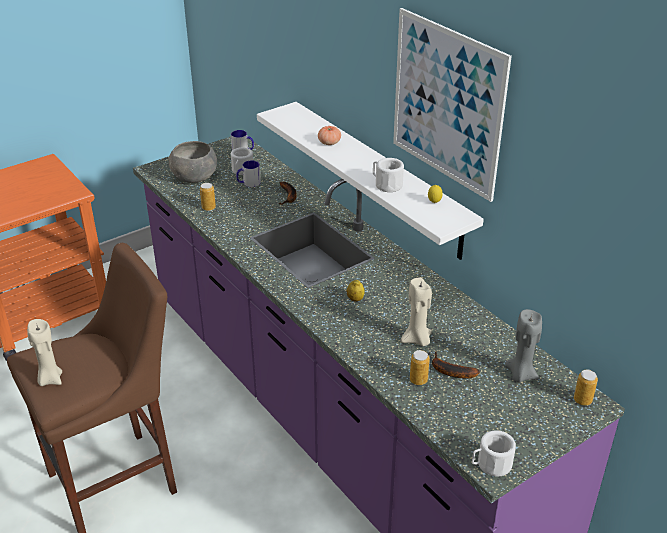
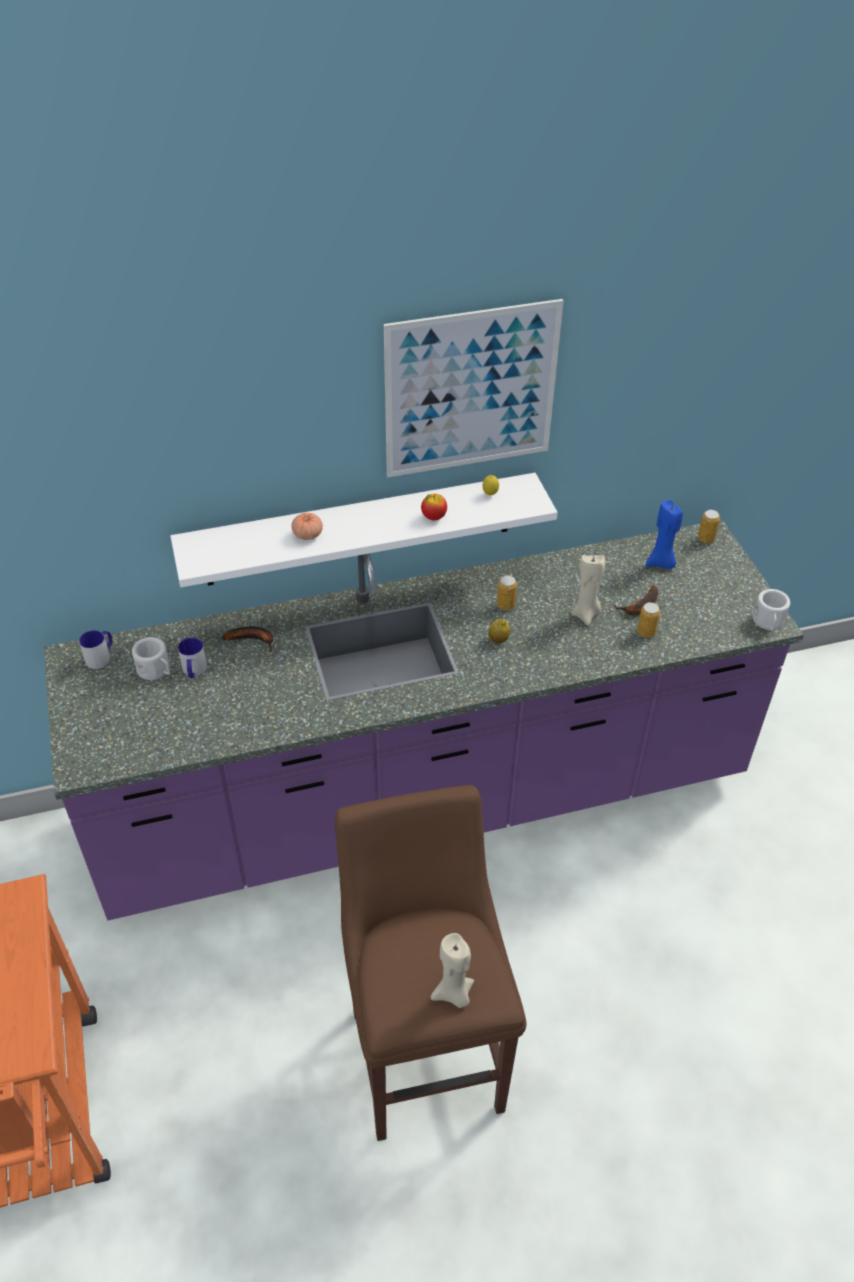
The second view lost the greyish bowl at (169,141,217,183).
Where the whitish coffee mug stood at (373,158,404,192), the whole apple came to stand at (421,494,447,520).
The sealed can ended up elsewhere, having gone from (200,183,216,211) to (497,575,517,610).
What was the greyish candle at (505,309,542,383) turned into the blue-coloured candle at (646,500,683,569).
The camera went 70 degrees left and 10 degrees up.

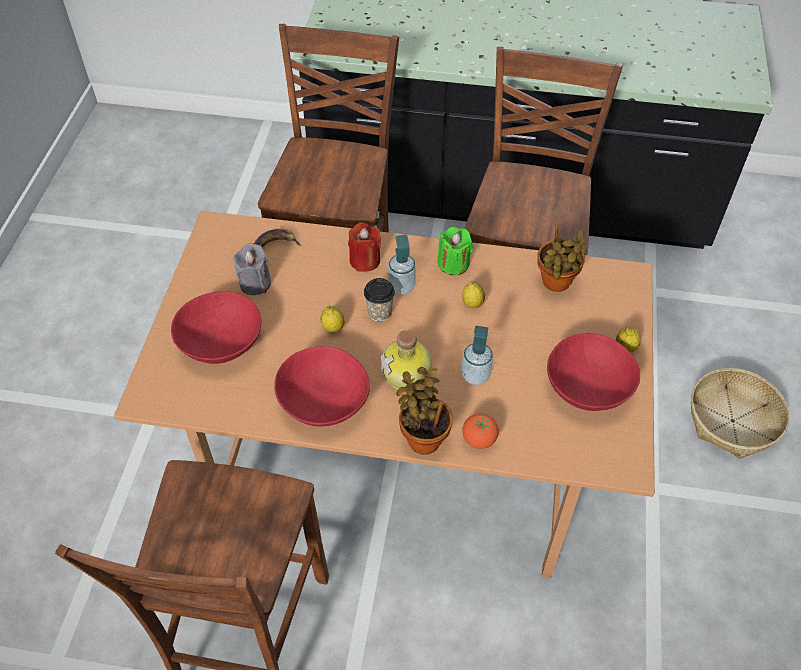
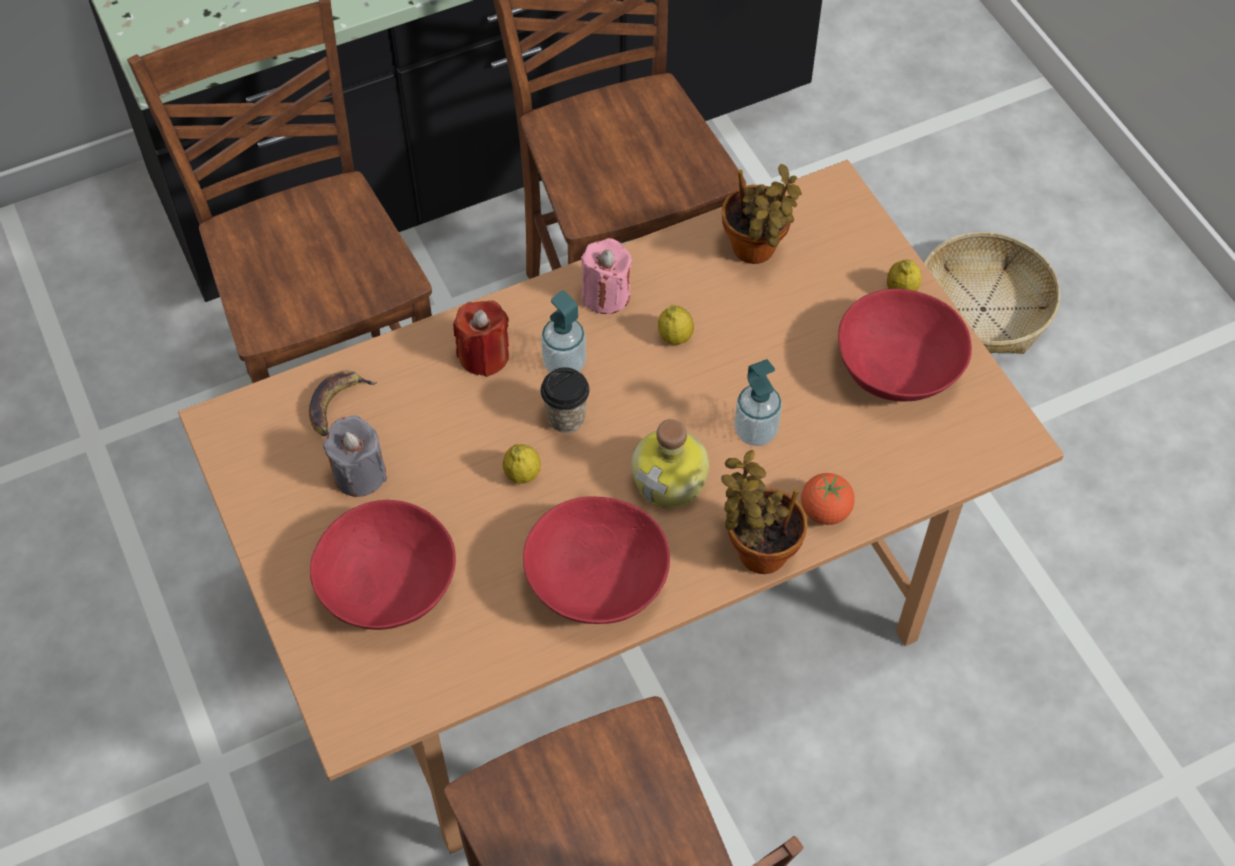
What was the green candle at (437,227,473,275) turned into the pink candle at (581,238,632,314).
The camera went 35 degrees left and 5 degrees up.

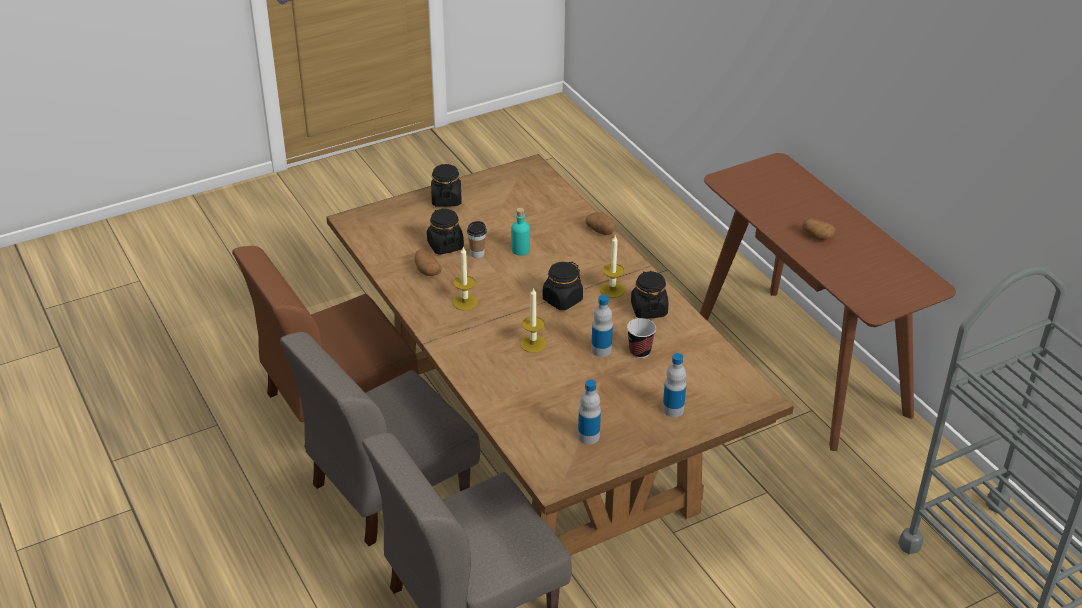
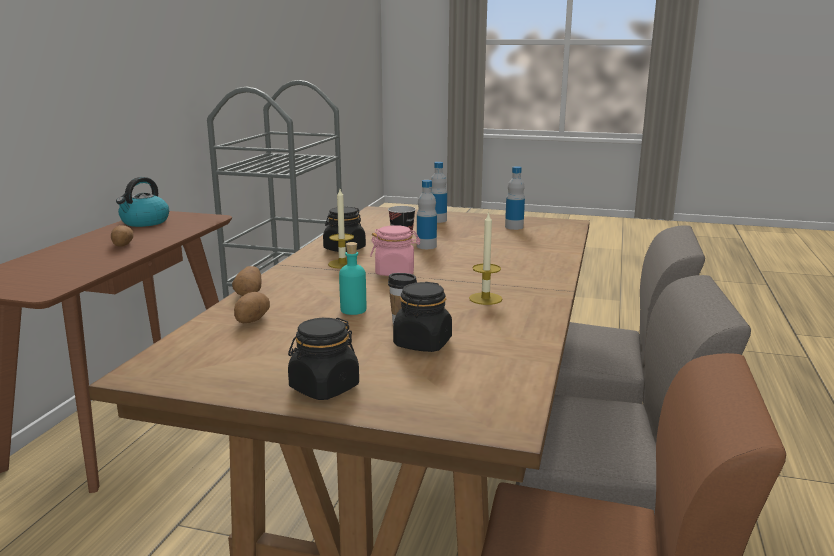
The spud ended up elsewhere, having gone from (414,250,442,276) to (234,292,270,323).
What was the black-coloured storage jar at (543,262,583,310) turned into the pink storage jar at (370,225,420,276).
The second view lost the candle at (520,287,547,353).
The second view gained the kettle at (116,177,169,227).
The camera went 135 degrees left and 20 degrees down.

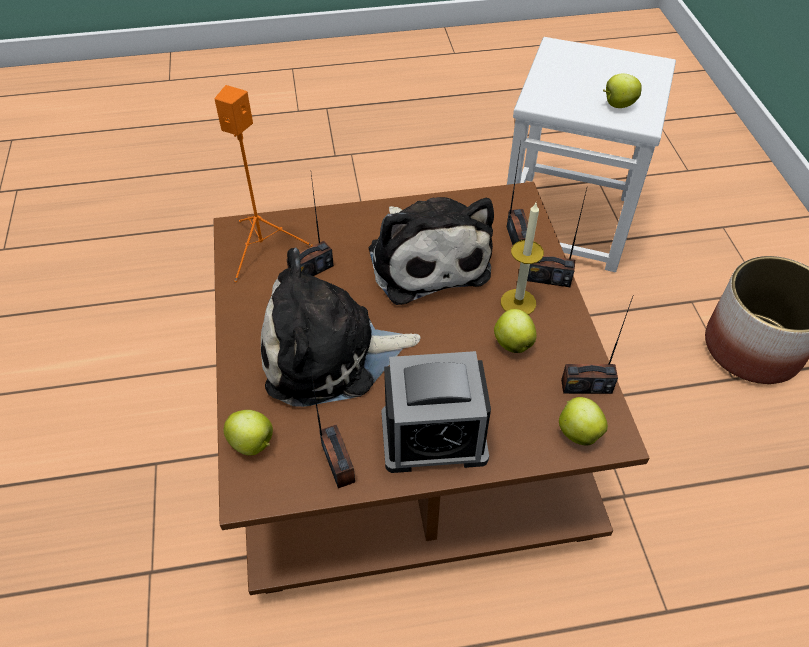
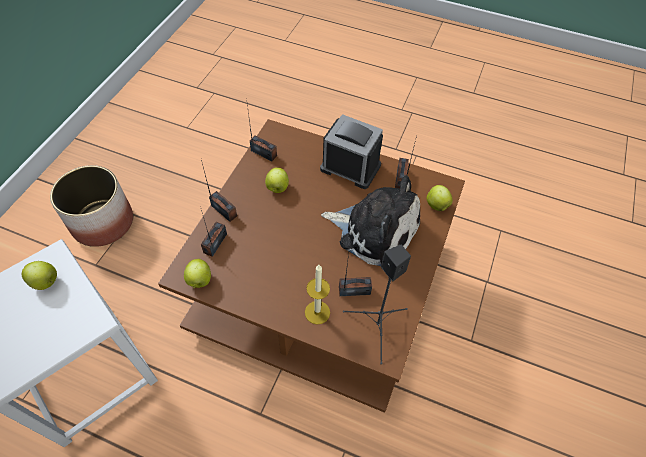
What was the orange speaker at (214,85,313,282) turned into the black-coloured speaker at (343,244,411,365).
The second view lost the plush toy at (369,197,494,305).
The candle ended up elsewhere, having gone from (501,203,544,315) to (305,265,330,325).
The whole apple ended up elsewhere, having gone from (559,397,608,445) to (184,259,211,288).
The camera went 150 degrees left and 5 degrees up.

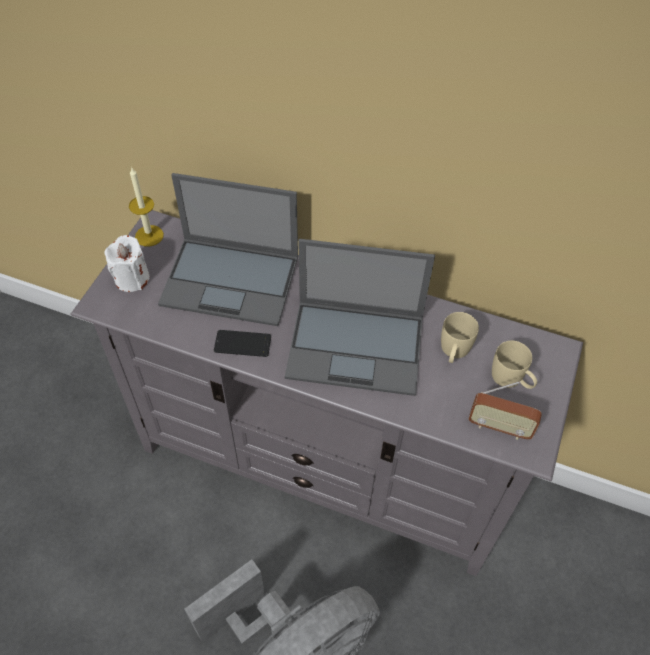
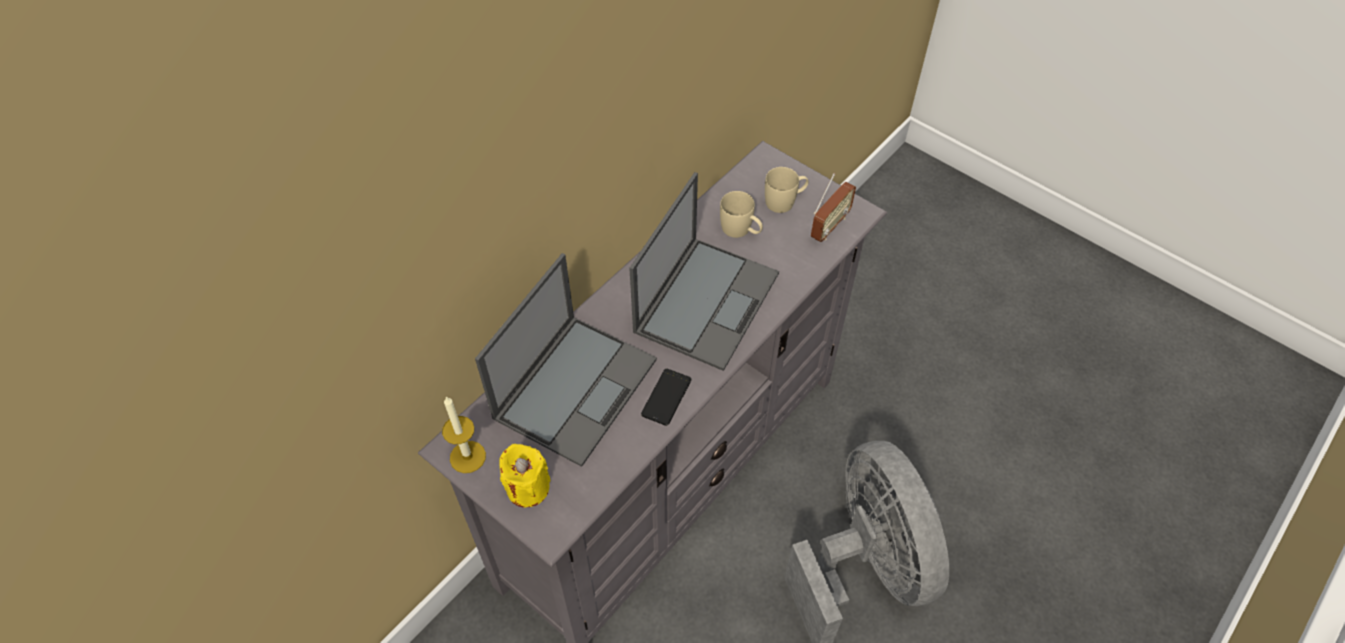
What was the whitish candle at (104,235,149,292) turned into the yellowish candle at (499,444,551,507).
The camera went 70 degrees left and 0 degrees up.

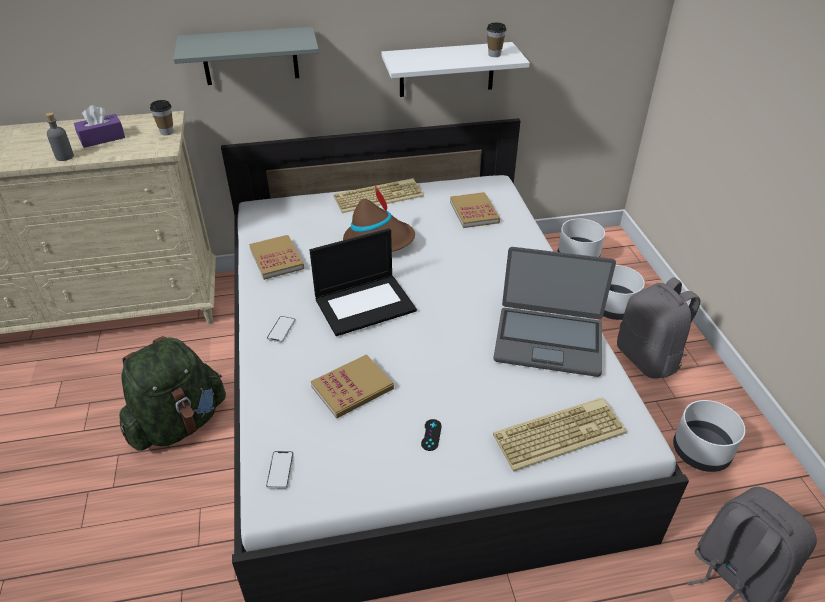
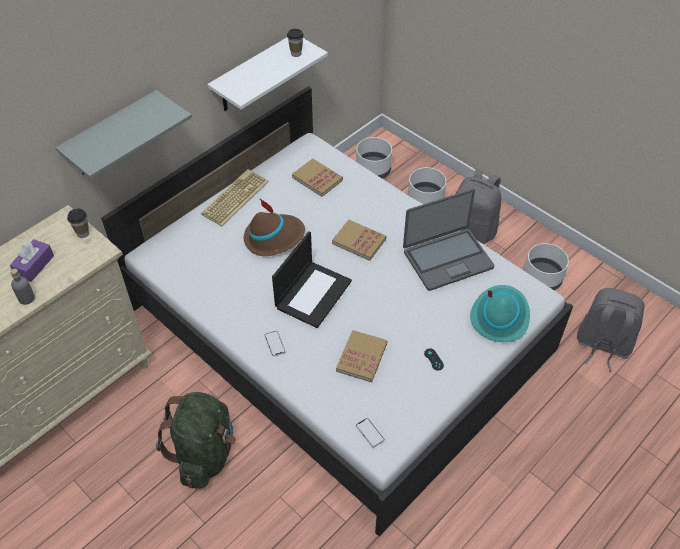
The bound book ended up elsewhere, having gone from (249,235,304,280) to (332,220,386,261).
Where the PC keyboard stood at (493,397,626,472), the blue-green clothing hat came to stand at (470,285,530,342).
The camera went 35 degrees left and 10 degrees up.

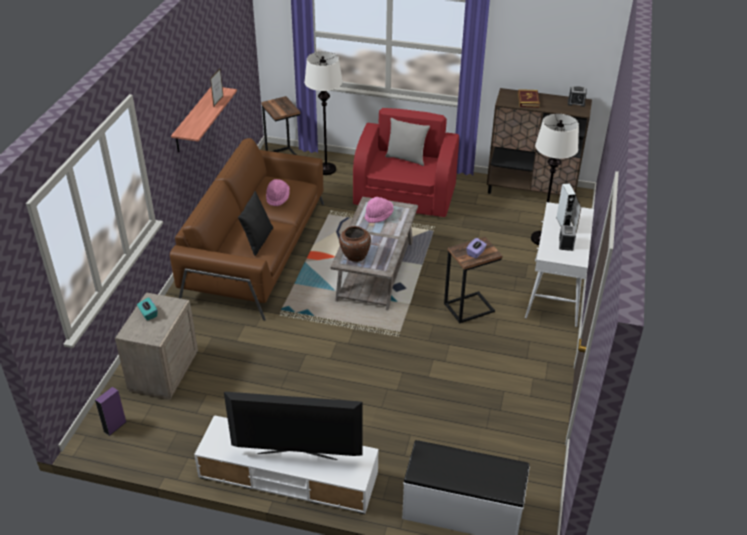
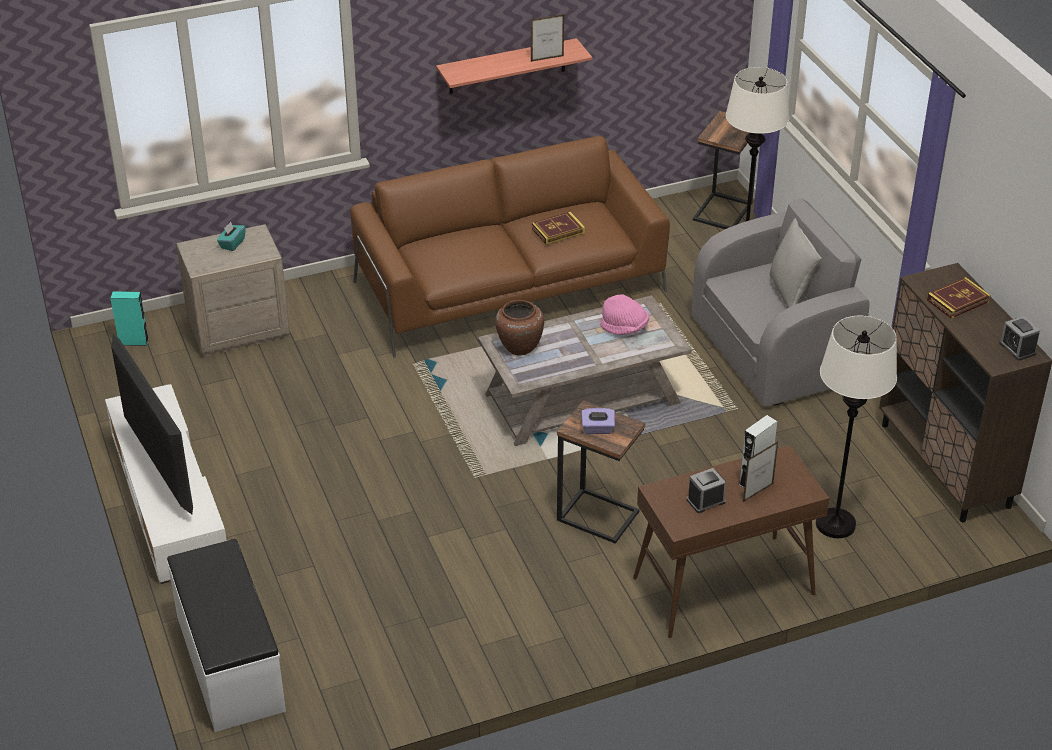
What was the red armchair at (353,108,459,217) turned into the greyish armchair at (691,198,869,406).
Where the pink clothing hat stood at (266,179,290,206), the bound book came to stand at (532,211,585,245).
The second view lost the black-coloured pillow at (238,191,273,256).
What was the whitish console table at (525,202,594,327) turned into the brownish console table at (633,445,830,638).
What was the purple-coloured speaker at (95,387,126,436) turned into the blue-green speaker at (110,291,149,346).
The camera went 55 degrees right and 0 degrees up.

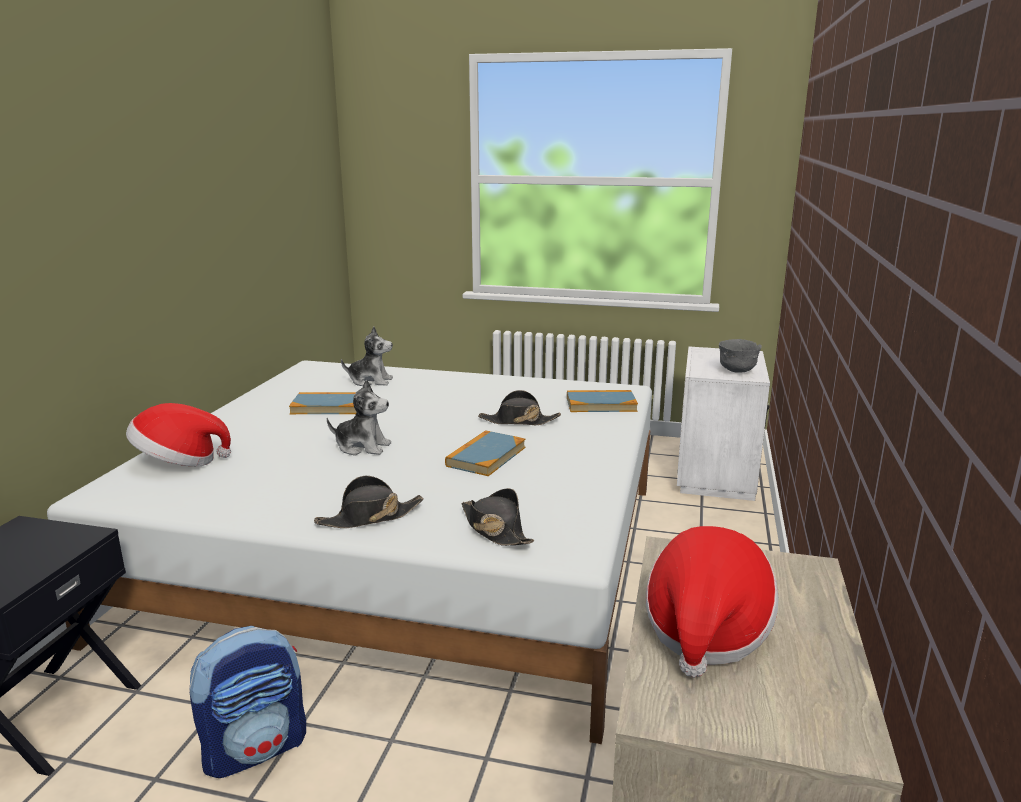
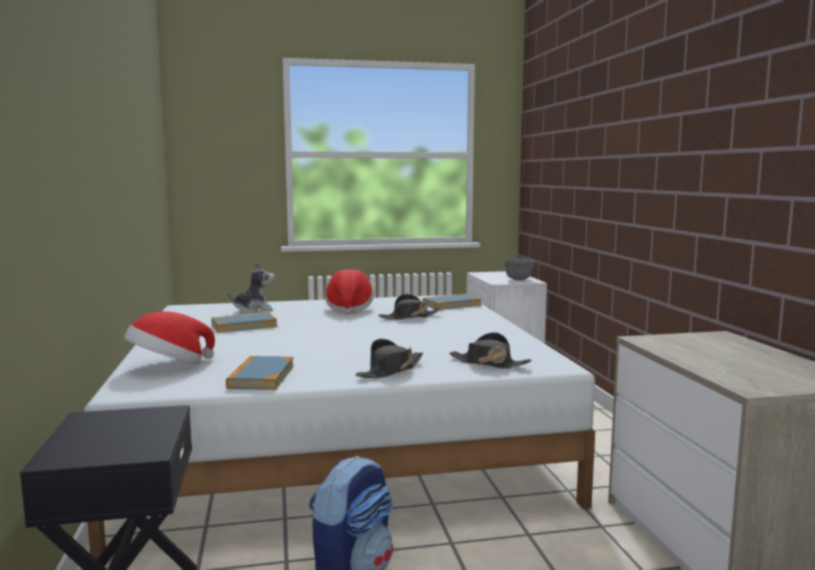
The second view lost the plush toy at (327,379,391,456).
The bound book ended up elsewhere, having gone from (445,430,525,476) to (226,356,294,390).
The clothing hat ended up elsewhere, having gone from (646,526,779,678) to (325,270,374,314).
The camera went 25 degrees left and 10 degrees down.

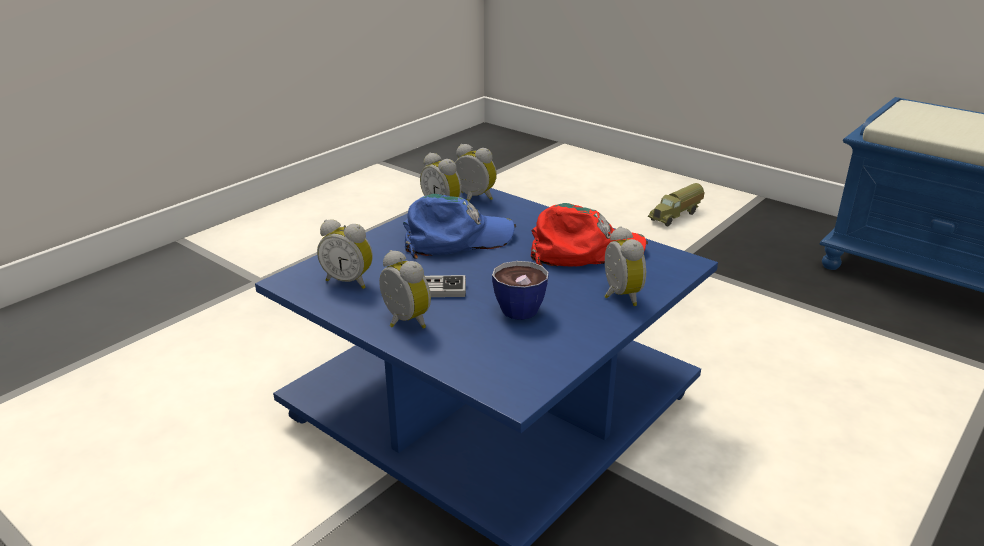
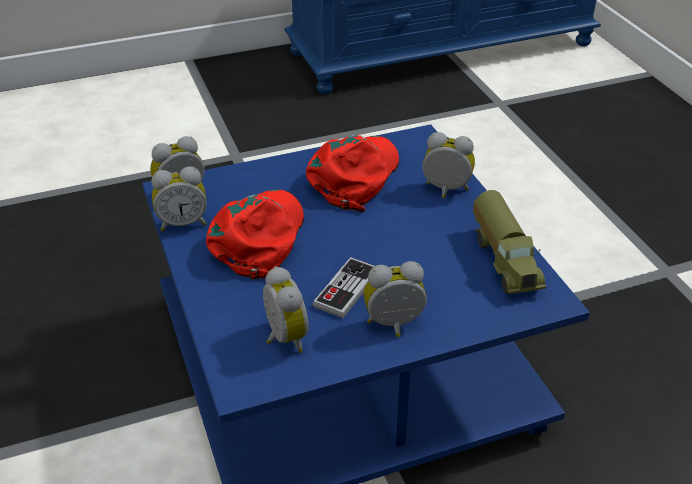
The toy lorry ended up elsewhere, having gone from (648,183,705,226) to (473,190,546,294).
What was the blue-coloured cap at (403,194,516,259) turned into the red cap at (206,189,304,280).
The table clock at (317,219,373,289) ended up facing another way, 75 degrees counterclockwise from before.
The second view lost the drinking cup at (492,261,549,320).
The camera went 60 degrees left and 10 degrees up.

